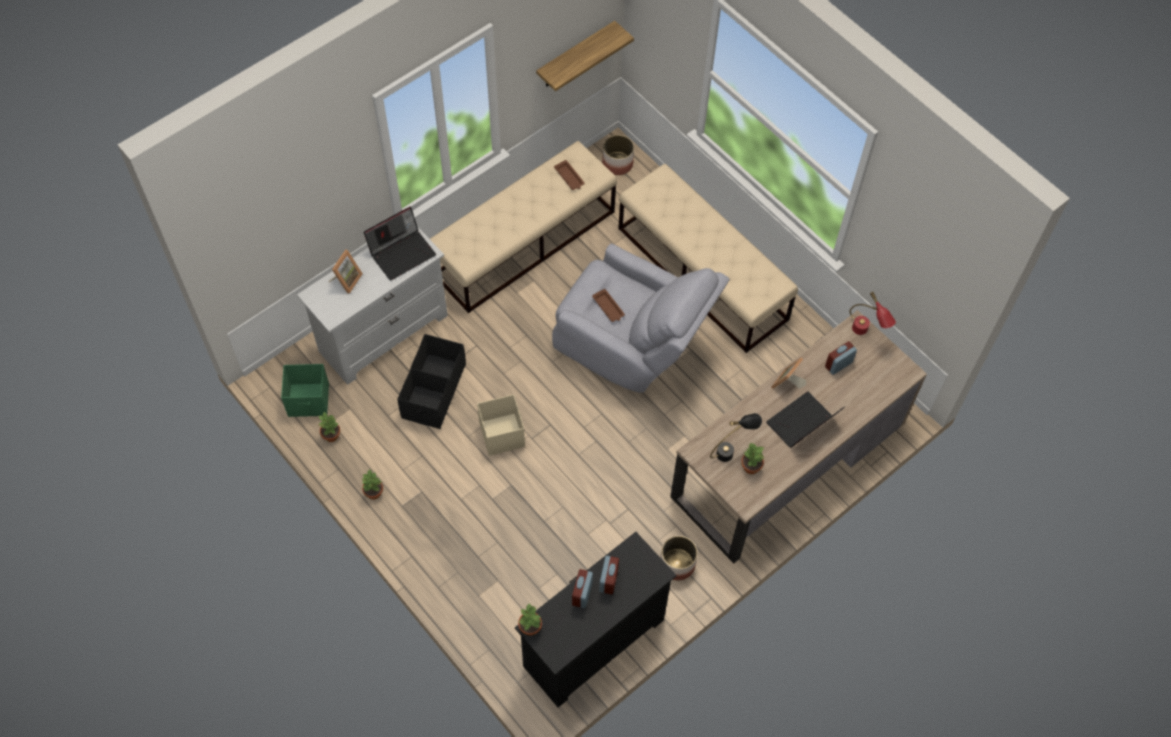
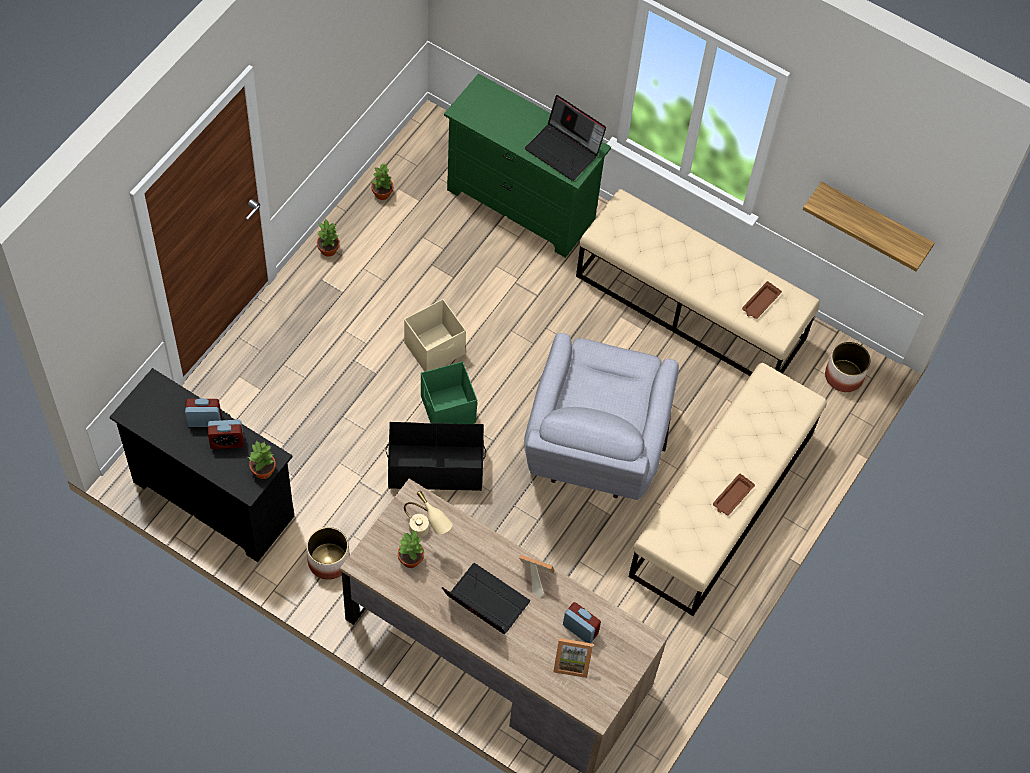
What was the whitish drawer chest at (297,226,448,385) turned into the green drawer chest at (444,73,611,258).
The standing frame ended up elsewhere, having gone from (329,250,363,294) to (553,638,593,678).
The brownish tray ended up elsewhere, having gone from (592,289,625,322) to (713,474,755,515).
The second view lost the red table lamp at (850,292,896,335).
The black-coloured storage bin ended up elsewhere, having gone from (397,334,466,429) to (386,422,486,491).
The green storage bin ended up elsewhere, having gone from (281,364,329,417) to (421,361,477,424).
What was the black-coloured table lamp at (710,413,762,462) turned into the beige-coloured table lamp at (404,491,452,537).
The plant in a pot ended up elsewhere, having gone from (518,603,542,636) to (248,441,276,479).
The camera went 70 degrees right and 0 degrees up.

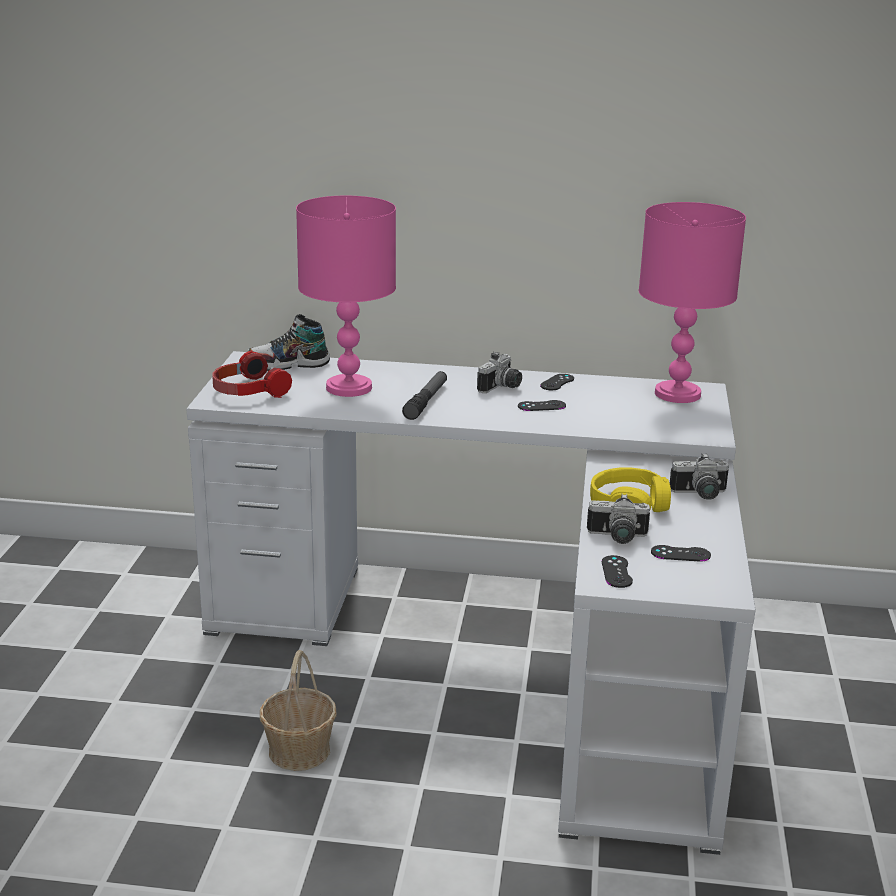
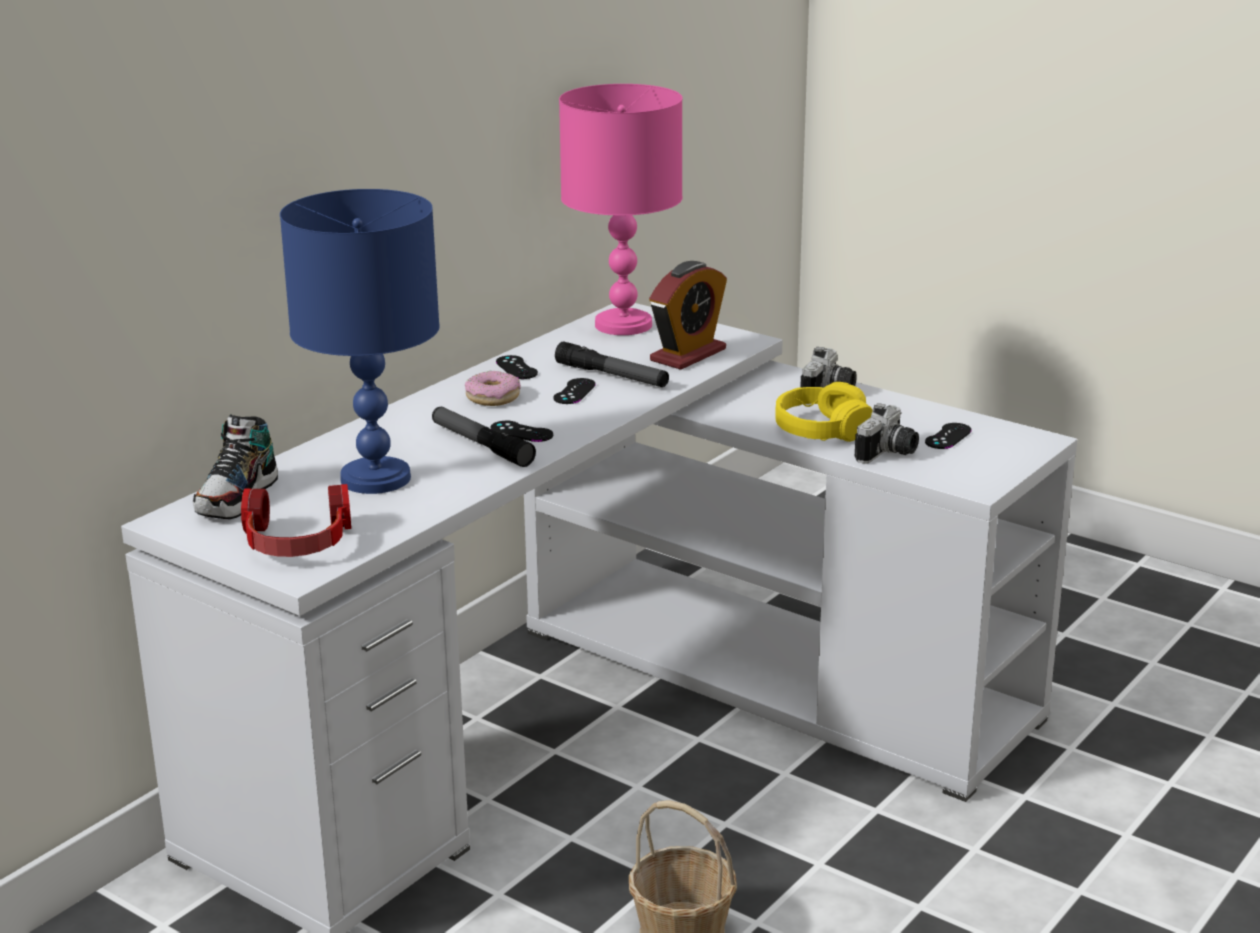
What was the pink table lamp at (296,196,396,397) turned into the blue-coloured table lamp at (280,189,440,494).
Where the still camera stood at (477,352,522,393), the ring doughnut came to stand at (465,371,521,406).
The black-coloured gamepad ended up elsewhere, having gone from (602,555,633,588) to (491,421,553,442).
The second view gained the table clock at (649,261,727,370).
The second view gained the hand torch at (555,341,669,387).
The camera went 60 degrees left and 0 degrees up.

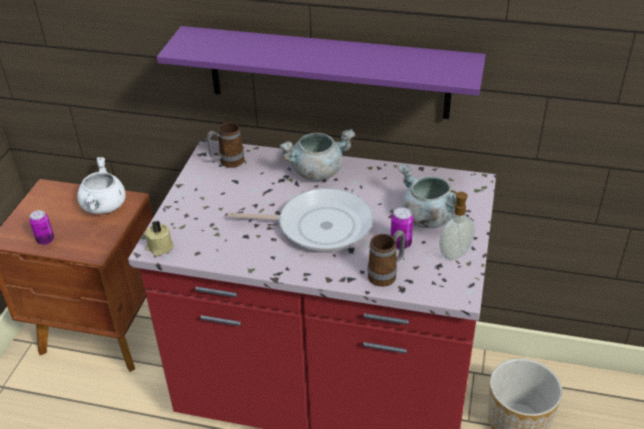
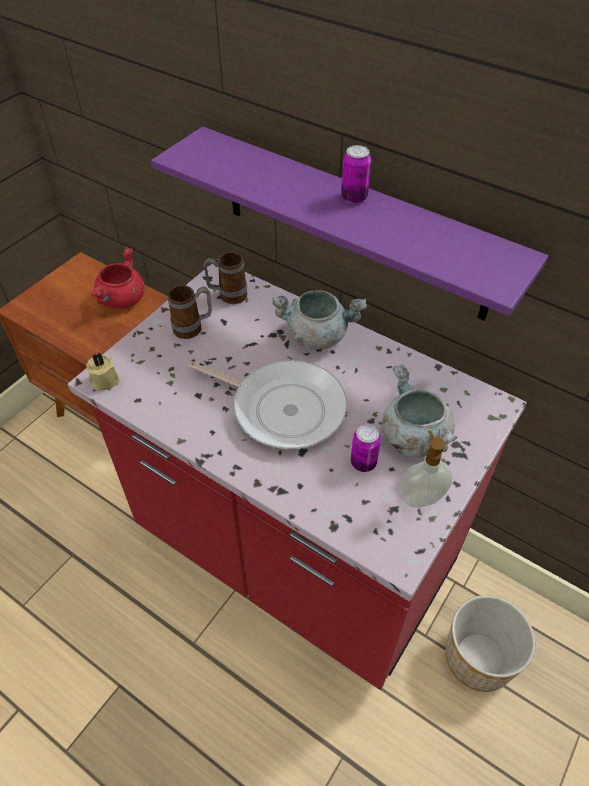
What was the whitish stockpot at (77,157,126,214) turned into the red stockpot at (91,247,145,309).
The sealed can ended up elsewhere, having gone from (29,210,54,245) to (341,145,371,204).
The coffee mug ended up elsewhere, having gone from (367,230,406,287) to (168,285,212,339).
The camera went 20 degrees right and 10 degrees up.

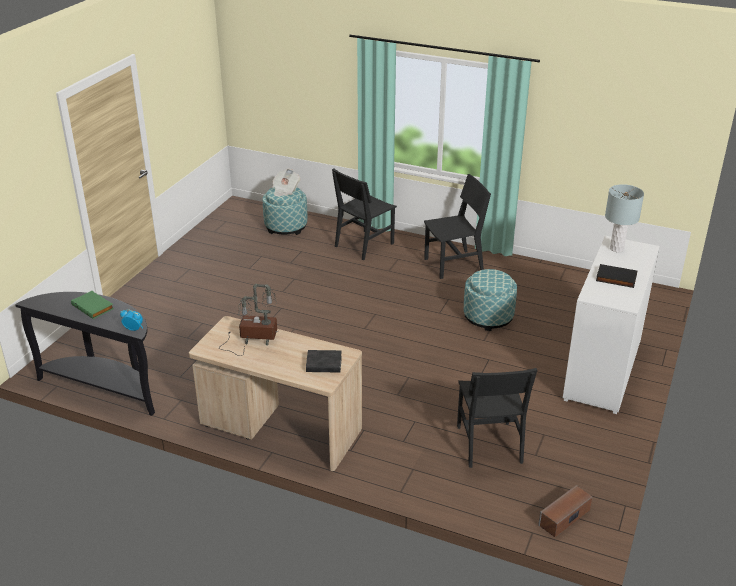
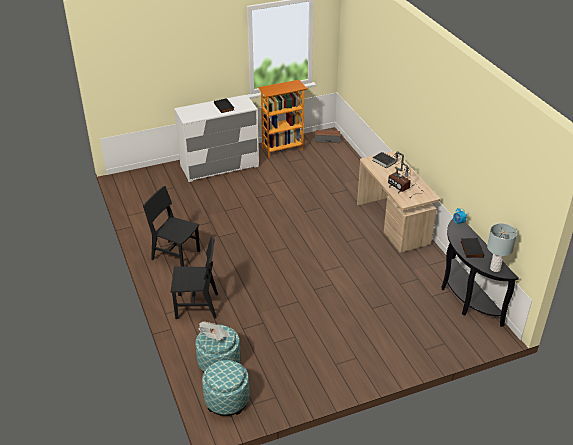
The greyish table lamp ended up elsewhere, having gone from (605,184,644,253) to (487,223,517,272).
The ottoman ended up elsewhere, having gone from (464,269,517,331) to (202,360,249,416).
What was the green bound book at (71,291,114,319) turned into the black-coloured bound book at (461,238,484,258).
The second view lost the black-coloured plain chair at (457,368,537,468).
The second view gained the bookcase at (258,80,307,158).
The camera went 135 degrees left and 5 degrees up.

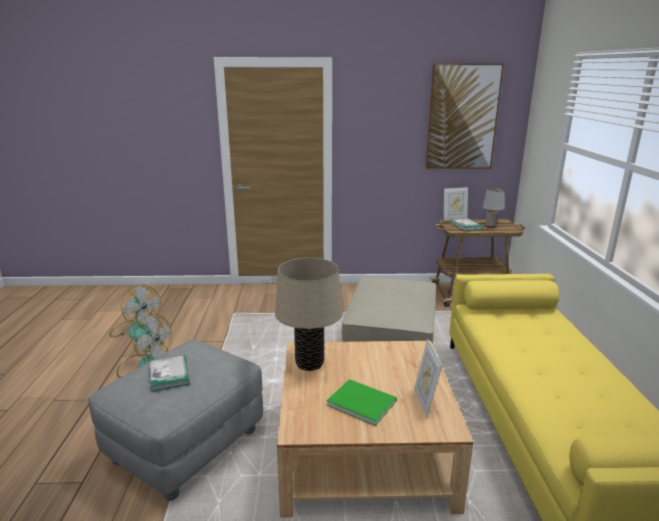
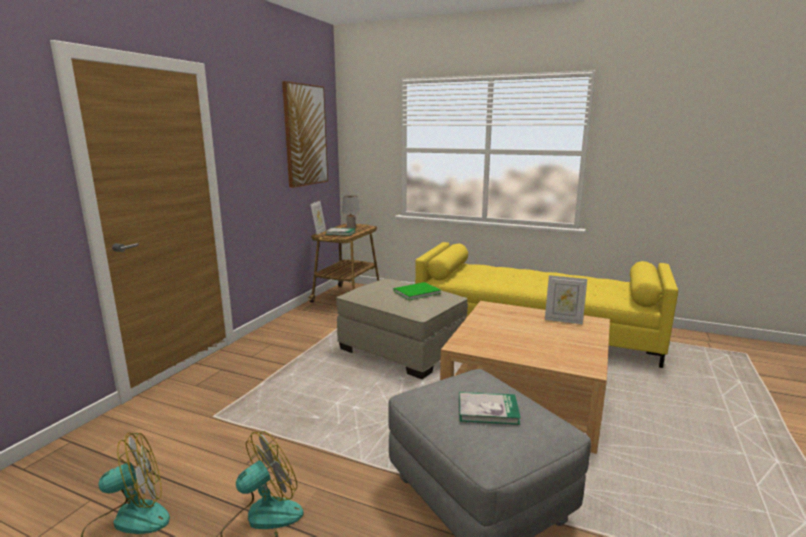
The second view lost the beige-coloured table lamp at (275,258,343,371).
The green bound book ended up elsewhere, having gone from (327,379,397,426) to (393,282,441,300).
The camera went 65 degrees left and 5 degrees down.

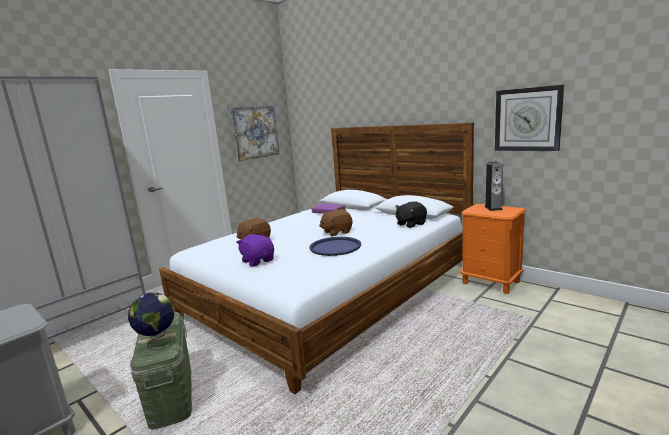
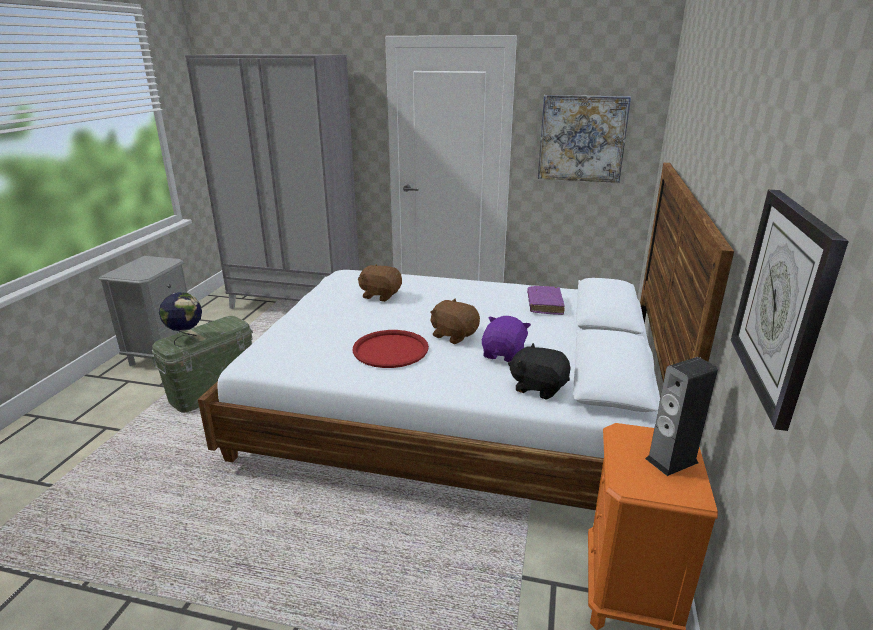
The purple-coloured plush toy ended up elsewhere, having gone from (236,234,274,266) to (482,316,531,362).
What was the blue-coloured tray at (309,237,361,256) turned into the red tray at (353,330,429,368).
The camera went 60 degrees right and 10 degrees up.

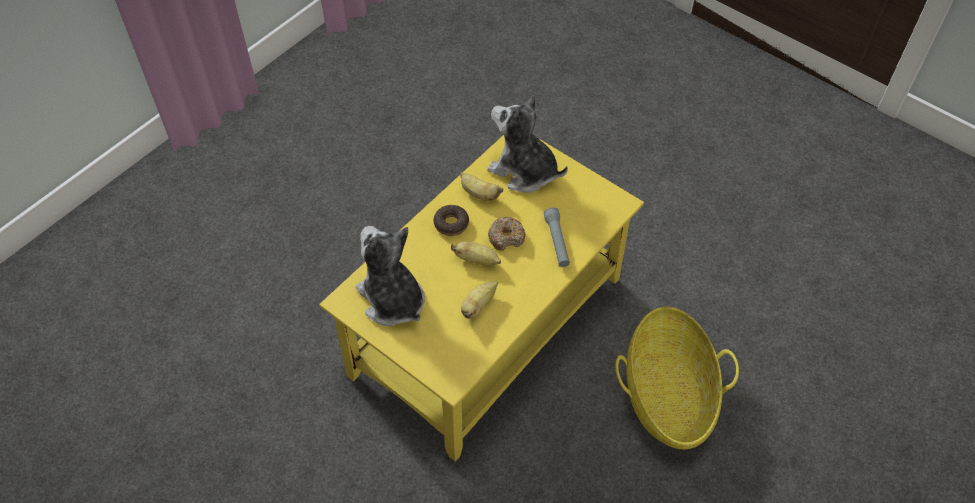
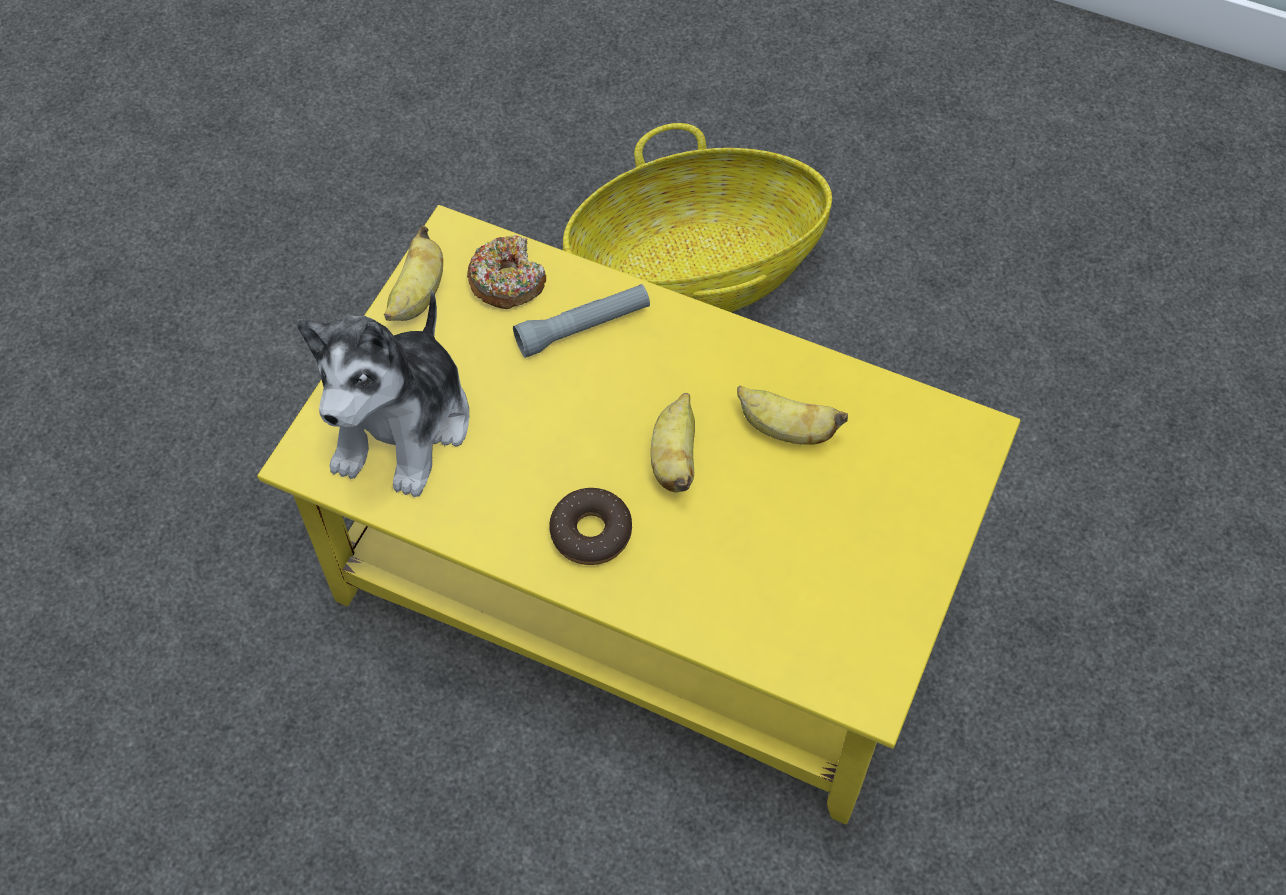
The whole banana ended up elsewhere, having gone from (460,172,503,201) to (384,226,443,321).
The ring doughnut ended up elsewhere, having gone from (488,217,526,251) to (467,234,546,309).
The second view lost the plush toy at (356,226,425,326).
The camera went 105 degrees left and 5 degrees up.

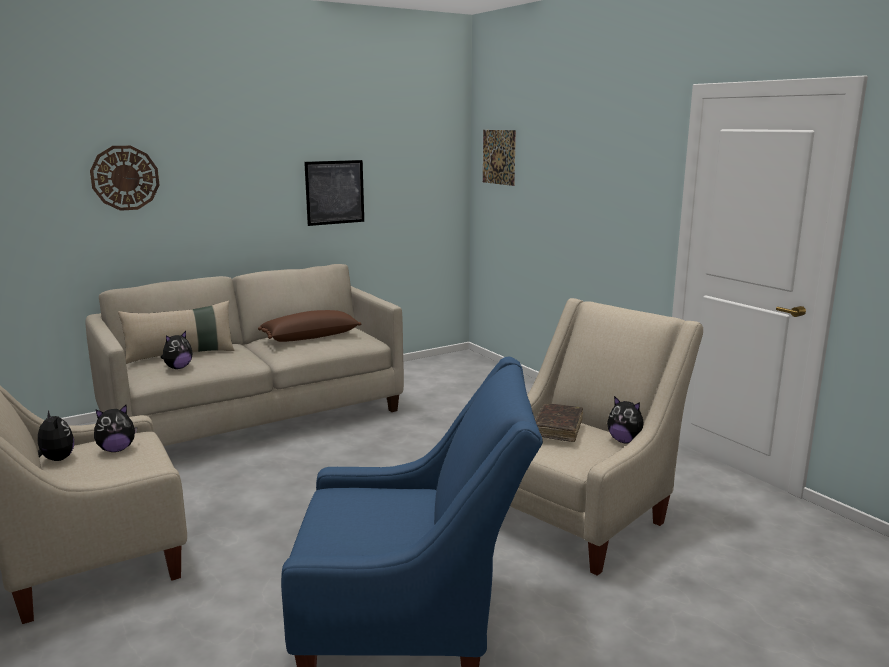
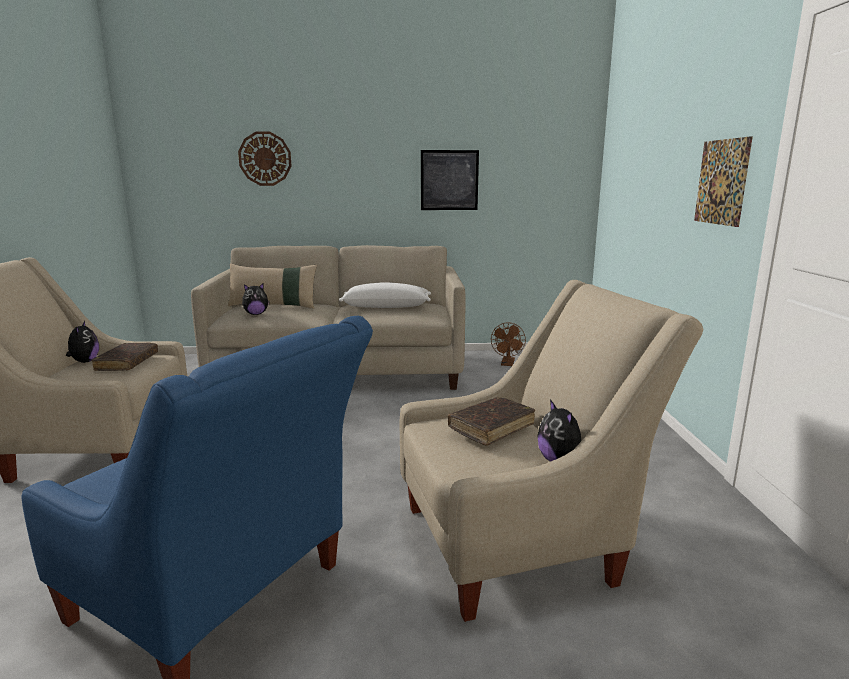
The wall art ended up elsewhere, having gone from (483,130,516,186) to (694,136,753,227).
What was the brownish pillow at (258,310,361,342) turned into the whitish pillow at (339,282,431,308).
Where the plush toy stood at (94,405,137,452), the brownish bound book came to stand at (91,343,158,371).
The second view gained the brownish cooling fan at (491,322,526,366).
The camera went 30 degrees right and 0 degrees up.

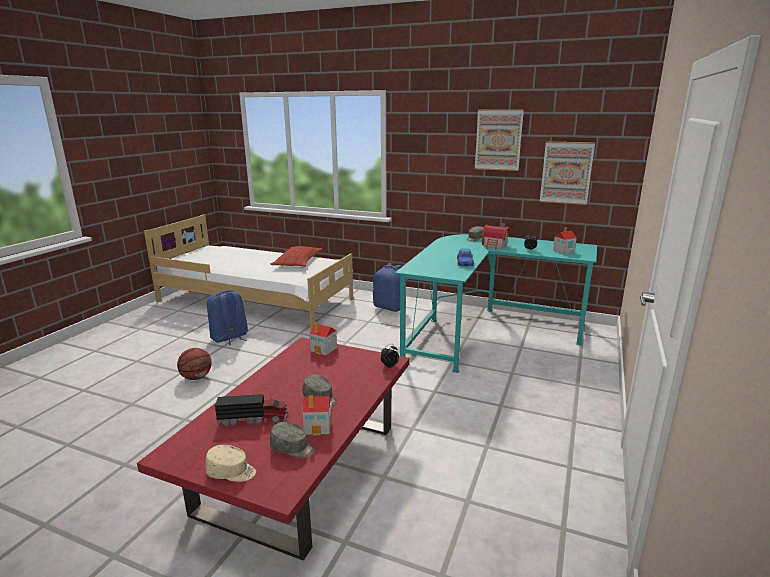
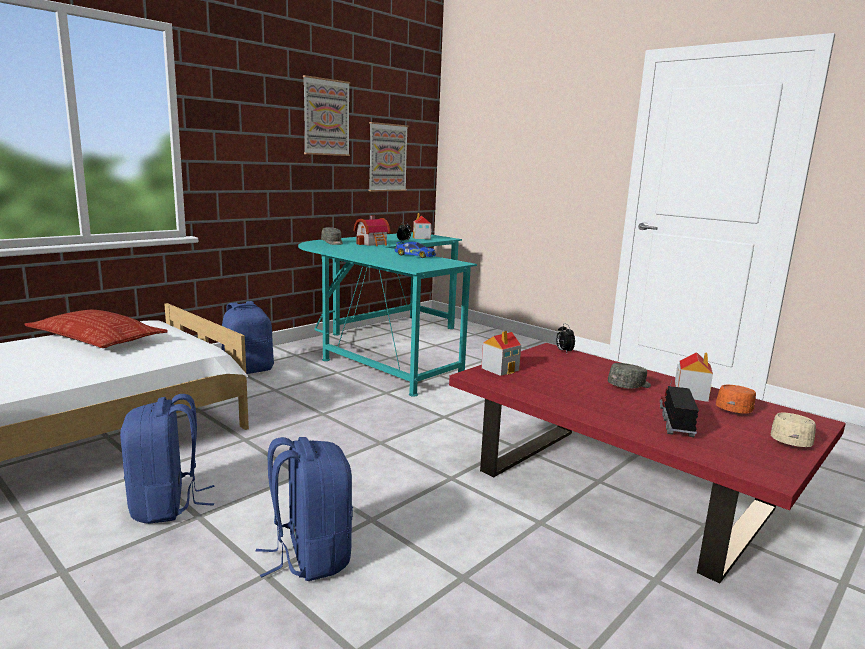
Where the ball for basketball stood at (177,348,212,380), the blue-coloured rucksack came to stand at (255,437,353,581).
What was the greyish cap at (270,422,315,458) turned into the orange cap at (716,385,756,413).
The camera went 70 degrees left and 5 degrees down.

